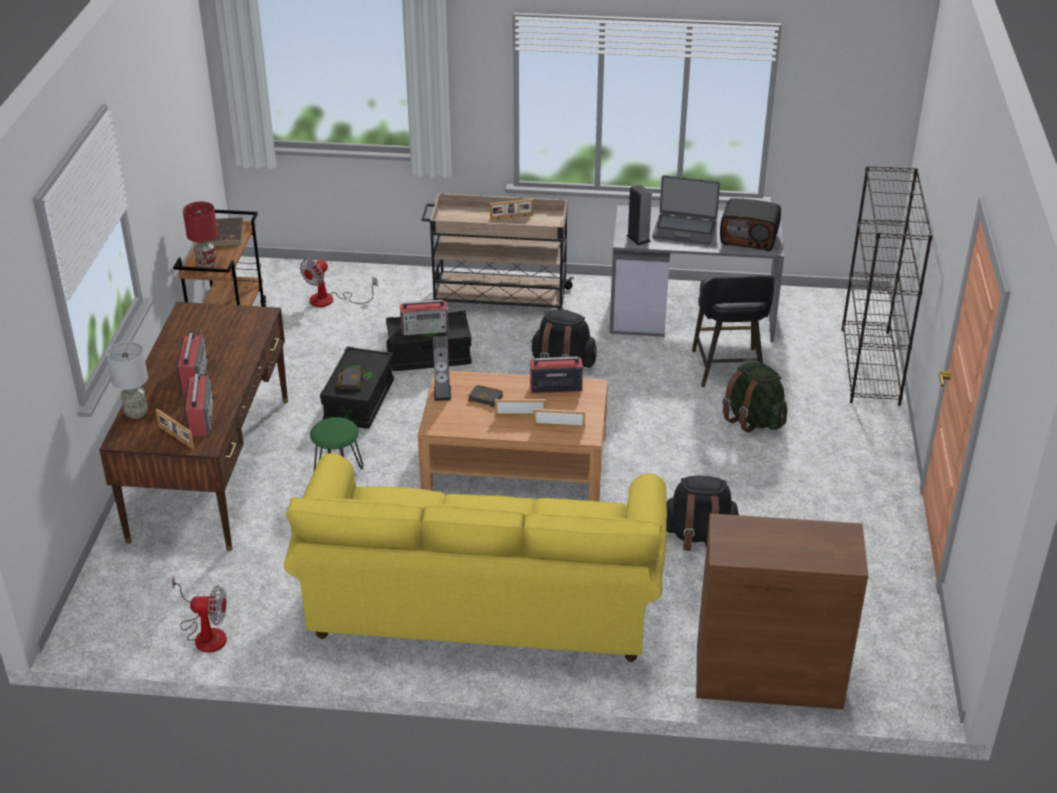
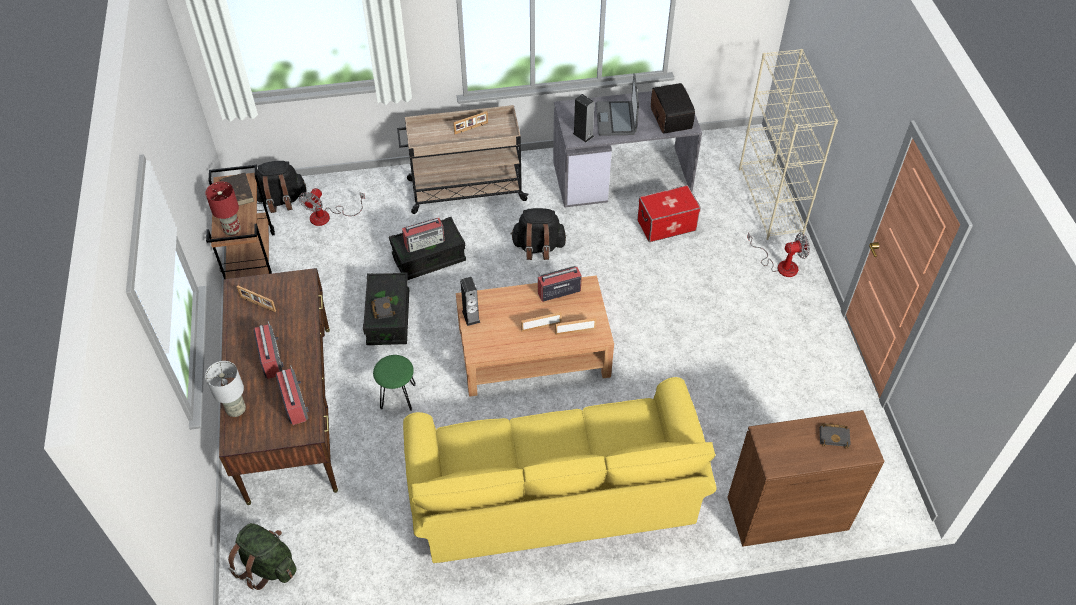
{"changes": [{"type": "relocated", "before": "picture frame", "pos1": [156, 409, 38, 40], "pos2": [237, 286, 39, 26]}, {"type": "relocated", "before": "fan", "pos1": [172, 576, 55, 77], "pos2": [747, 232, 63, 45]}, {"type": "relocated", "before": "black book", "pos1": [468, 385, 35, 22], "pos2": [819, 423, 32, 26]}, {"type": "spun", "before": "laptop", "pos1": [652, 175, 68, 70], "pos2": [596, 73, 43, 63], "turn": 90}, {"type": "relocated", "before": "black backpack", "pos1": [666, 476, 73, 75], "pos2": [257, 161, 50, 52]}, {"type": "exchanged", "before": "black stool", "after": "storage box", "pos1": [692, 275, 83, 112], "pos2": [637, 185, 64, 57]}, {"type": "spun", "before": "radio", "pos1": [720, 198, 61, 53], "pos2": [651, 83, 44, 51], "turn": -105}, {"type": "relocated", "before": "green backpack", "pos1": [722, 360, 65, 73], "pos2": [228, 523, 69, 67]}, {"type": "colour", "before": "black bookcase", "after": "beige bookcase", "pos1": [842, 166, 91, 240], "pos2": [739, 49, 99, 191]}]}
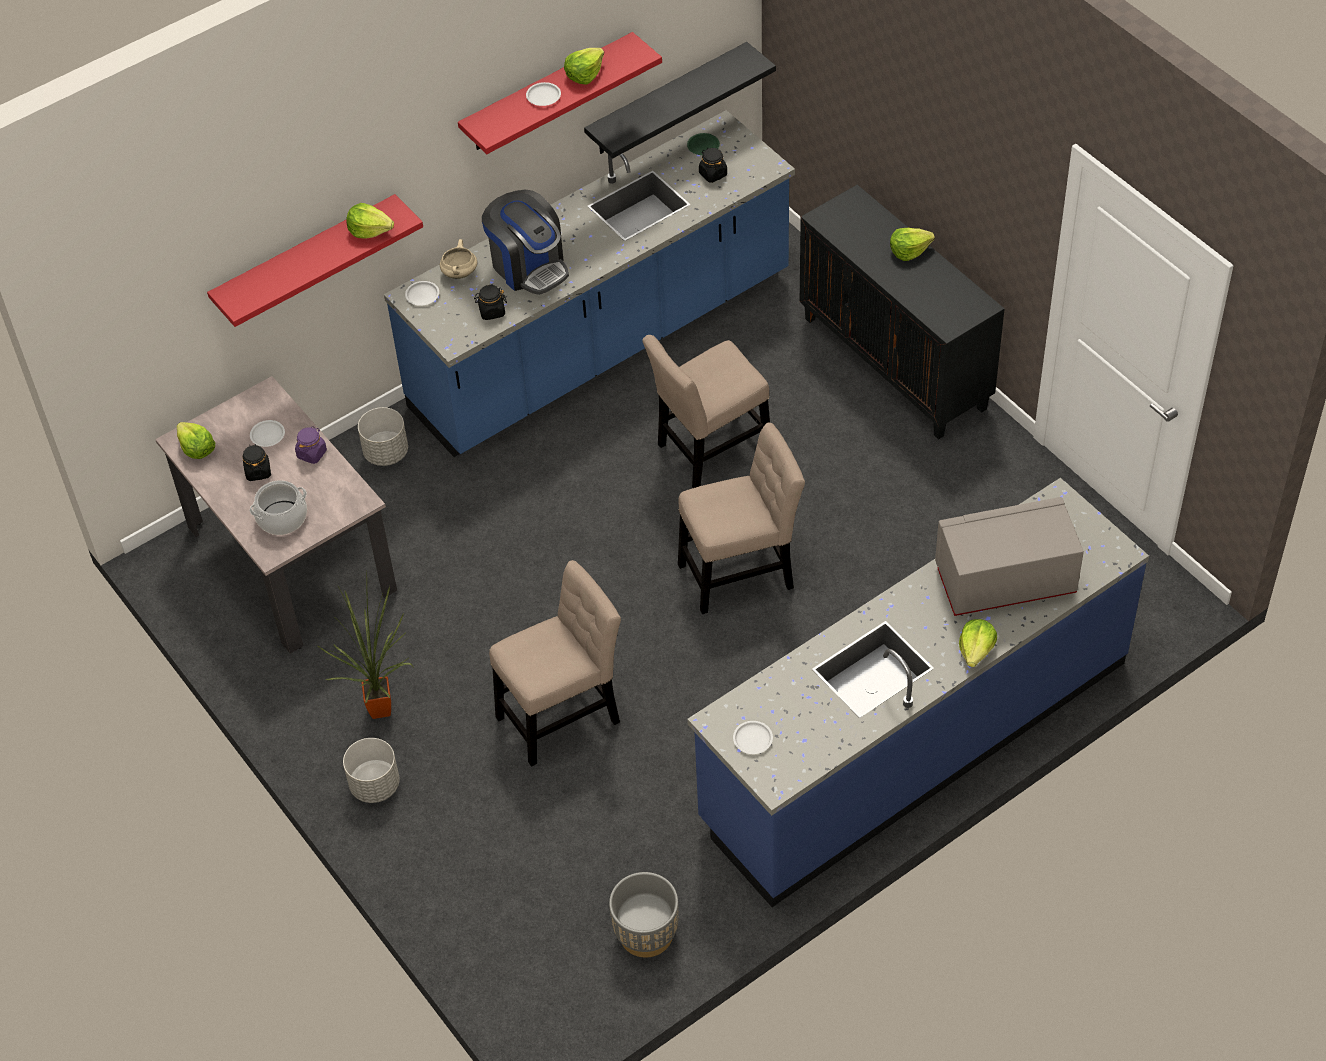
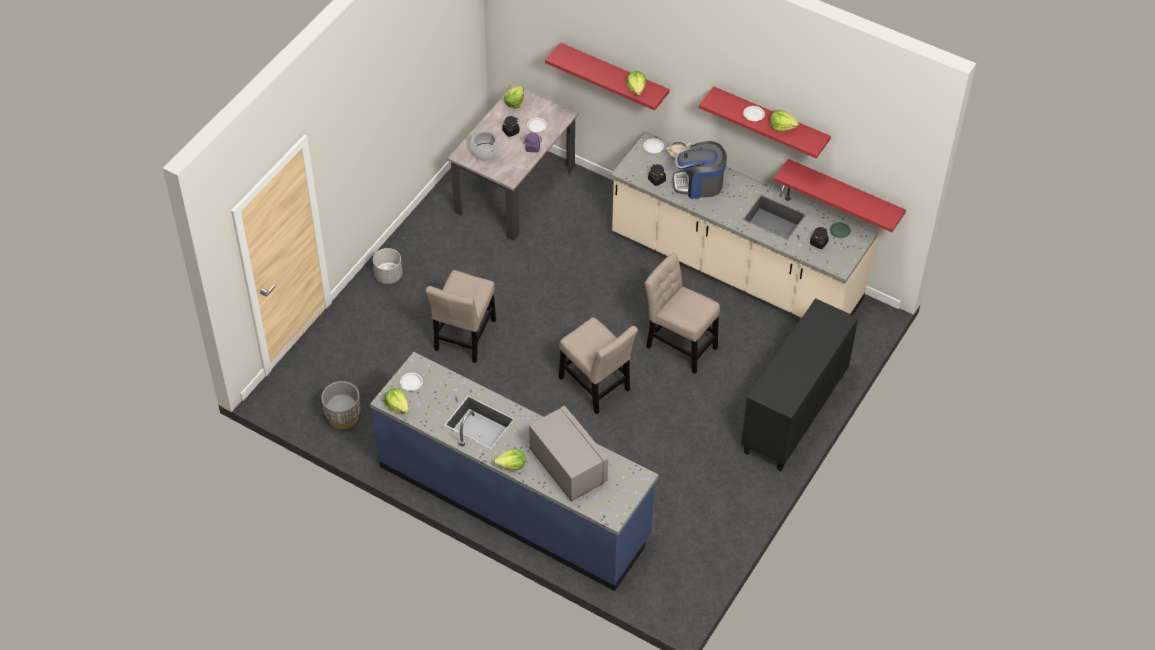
{"changes": [{"type": "missing", "before": "potted plant", "pos1": [318, 580, 96, 139]}, {"type": "missing", "before": "grey planter", "pos1": [358, 407, 50, 59]}, {"type": "colour", "before": "blue counter", "after": "beige counter", "pos1": [384, 110, 411, 347], "pos2": [611, 131, 267, 187]}, {"type": "spun", "before": "coffee machine", "pos1": [482, 190, 87, 105], "pos2": [673, 141, 54, 58], "turn": 60}, {"type": "spun", "before": "beige chair", "pos1": [489, 560, 132, 207], "pos2": [426, 270, 70, 93], "turn": 75}, {"type": "colour", "before": "black shelf", "after": "red shelf", "pos1": [584, 42, 192, 116], "pos2": [774, 159, 132, 73]}, {"type": "relocated", "before": "lettuce", "pos1": [890, 228, 45, 33], "pos2": [384, 388, 25, 25]}]}
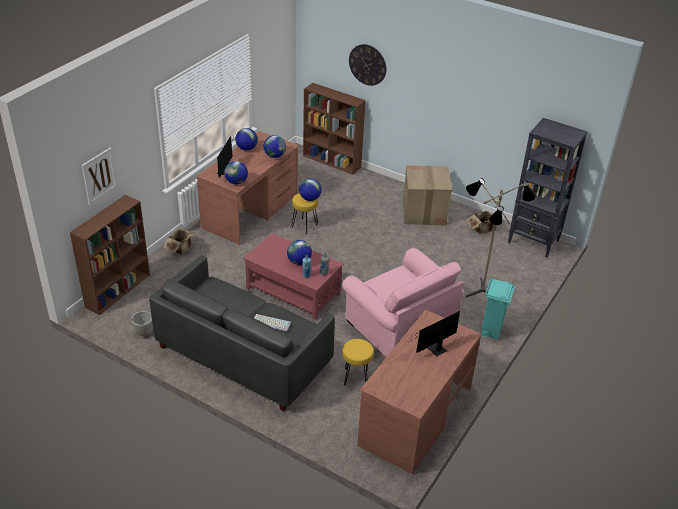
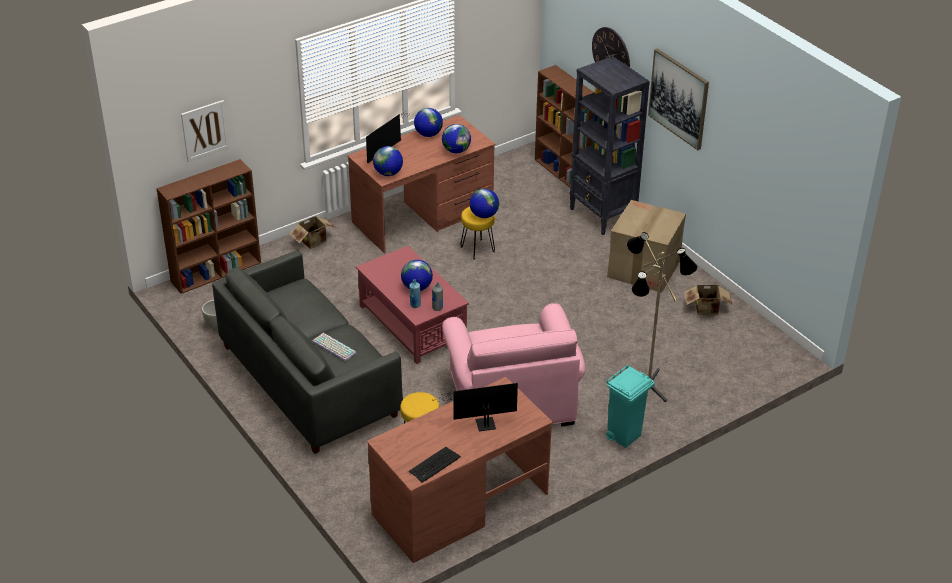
{"changes": [{"type": "relocated", "before": "black bookcase", "pos1": [508, 118, 79, 139], "pos2": [570, 56, 80, 179]}, {"type": "appeared", "after": "keyboard", "pos2": [408, 447, 53, 36]}, {"type": "appeared", "after": "picture", "pos2": [648, 48, 61, 102]}]}
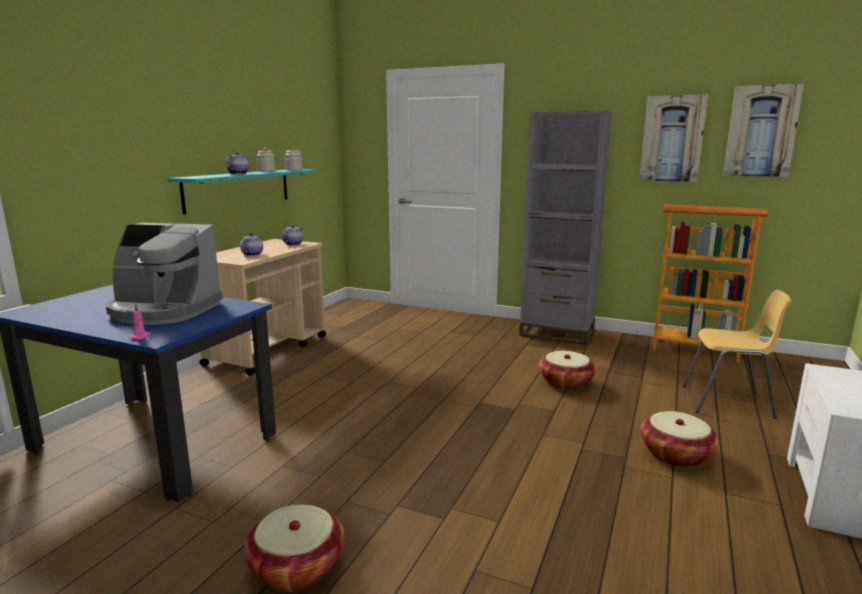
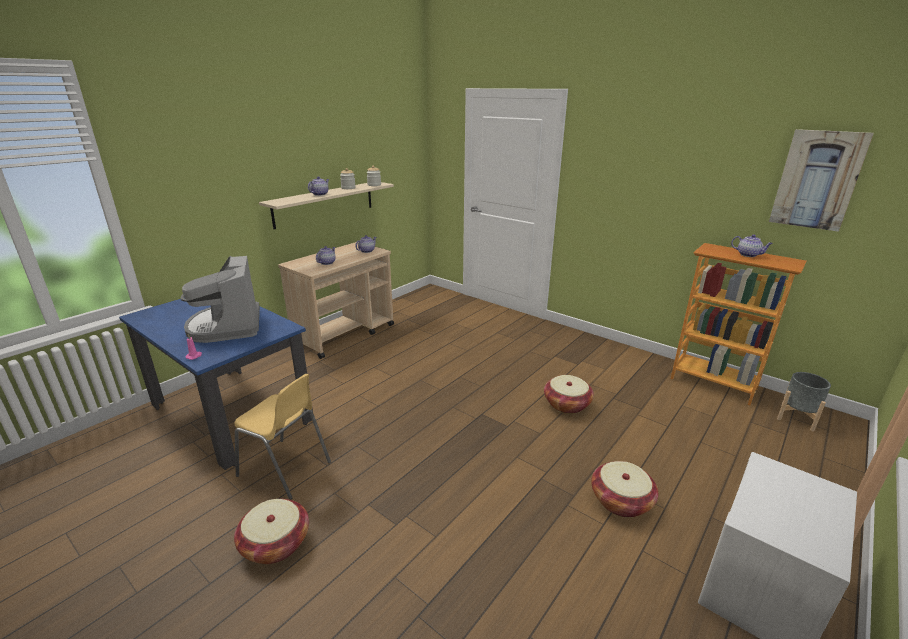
{"changes": [{"type": "spun", "before": "coffee machine", "pos1": [106, 223, 117, 102], "pos2": [181, 256, 79, 87], "turn": 45}, {"type": "colour", "before": "turquoise shelf", "after": "beige shelf", "pos1": [167, 169, 149, 45], "pos2": [259, 182, 135, 47]}, {"type": "missing", "before": "grey bookcase", "pos1": [519, 111, 93, 234]}, {"type": "missing", "before": "picture", "pos1": [639, 94, 69, 88]}, {"type": "relocated", "before": "yellow chair", "pos1": [682, 290, 109, 129], "pos2": [235, 374, 96, 126]}, {"type": "appeared", "after": "teapot", "pos2": [731, 235, 42, 22]}, {"type": "appeared", "after": "grey planter", "pos2": [777, 372, 54, 60]}]}
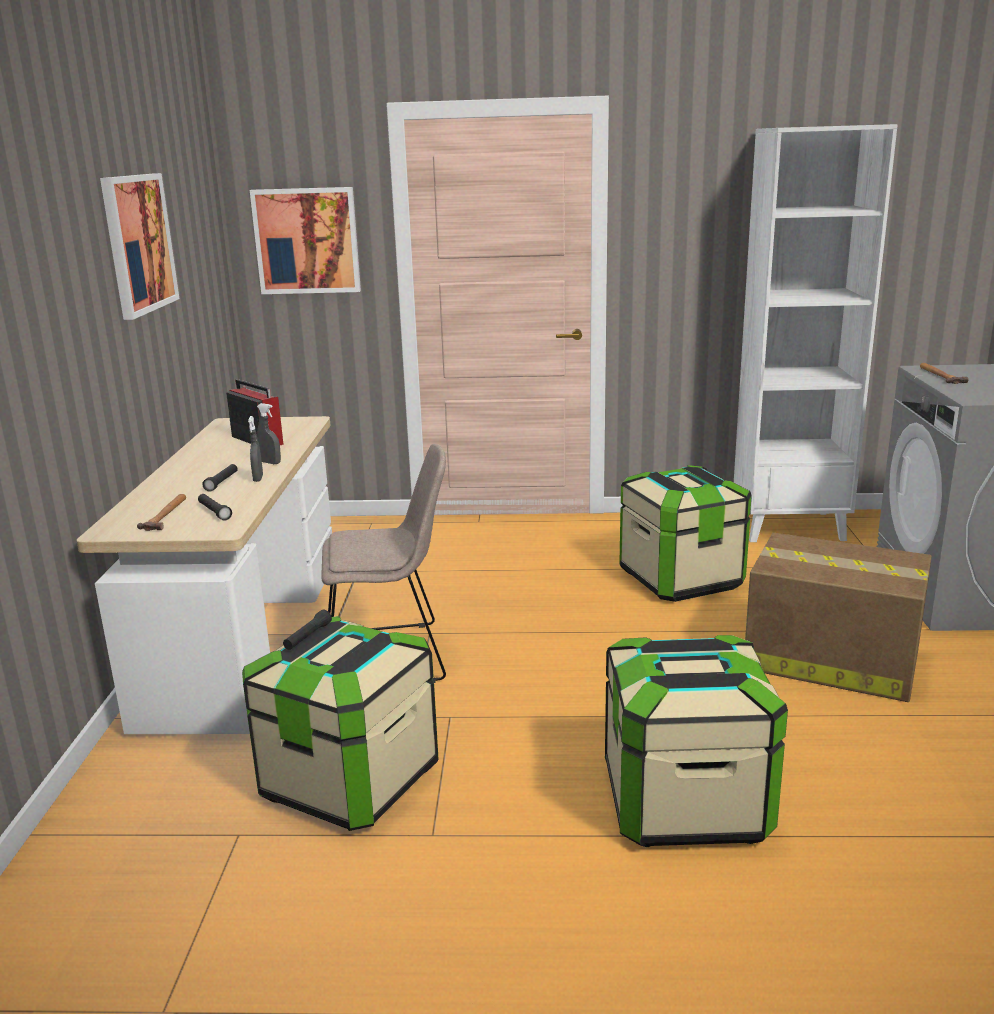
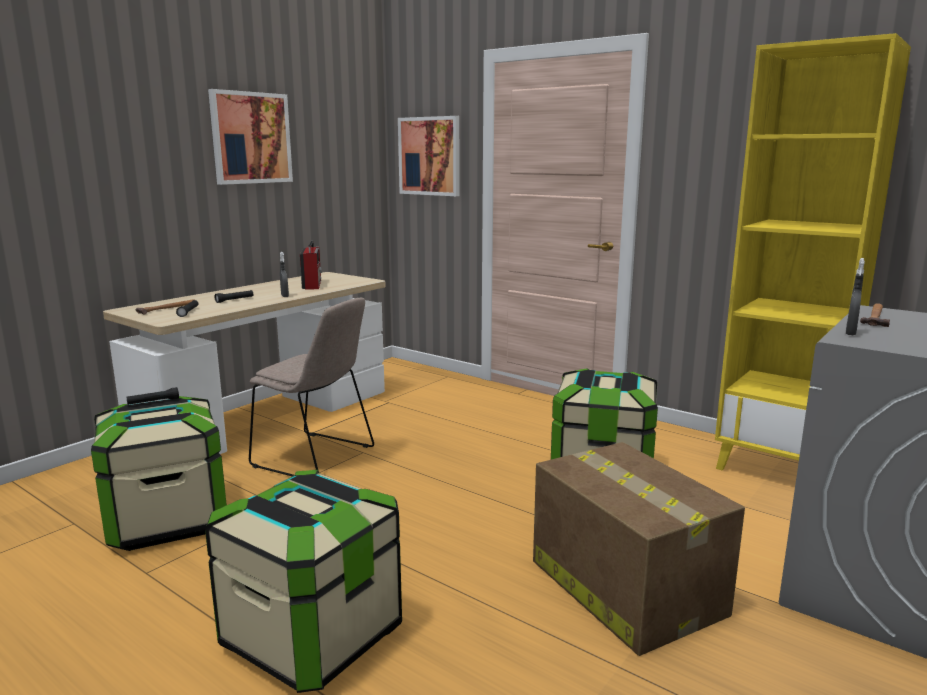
{"changes": [{"type": "relocated", "before": "grey spray bottle", "pos1": [248, 416, 15, 66], "pos2": [846, 258, 19, 77]}, {"type": "colour", "before": "white bookcase", "after": "yellow bookcase", "pos1": [734, 124, 164, 418], "pos2": [715, 33, 196, 437]}]}
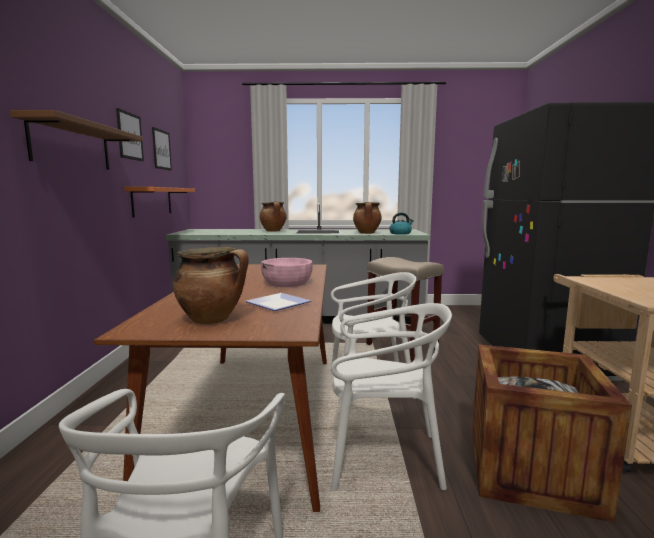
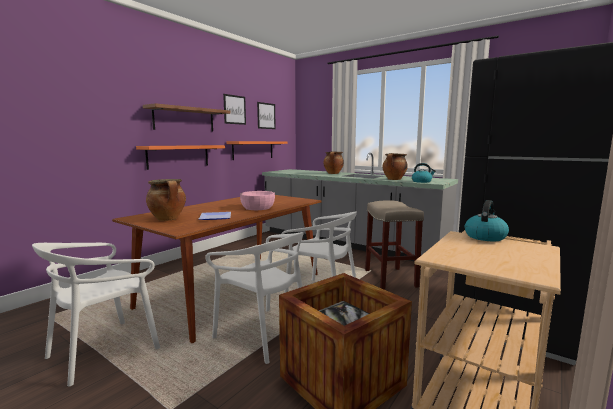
{"changes": [{"type": "appeared", "after": "orange shelf", "pos2": [136, 145, 89, 25]}, {"type": "appeared", "after": "kettle", "pos2": [465, 200, 44, 41]}]}
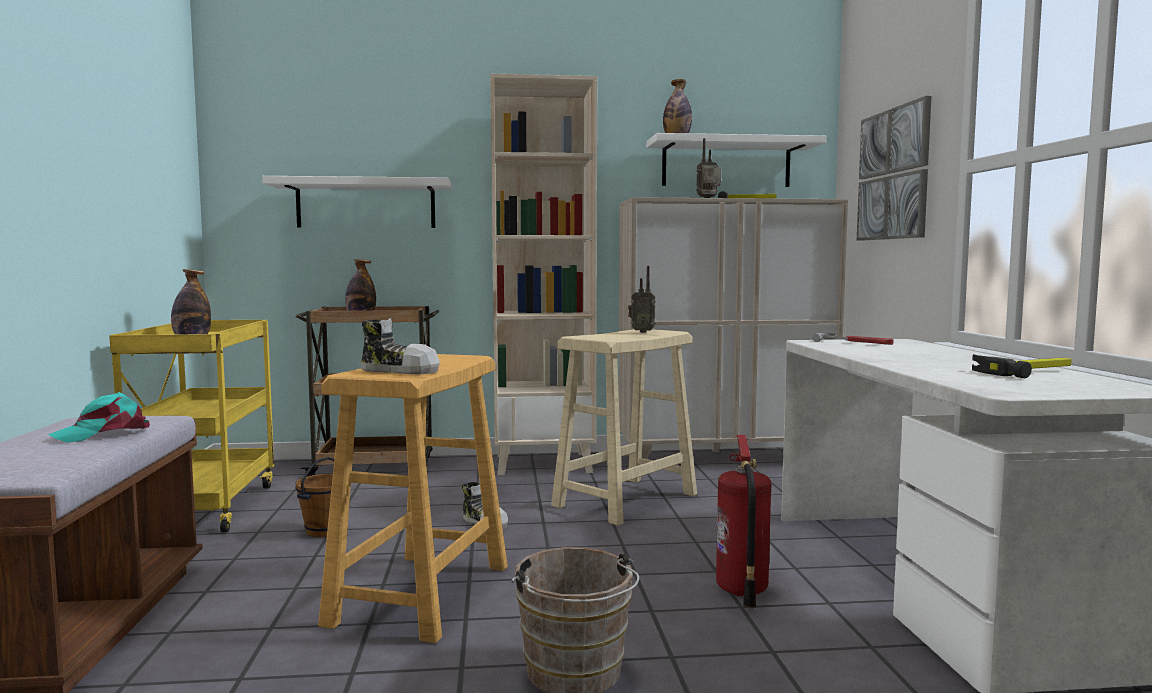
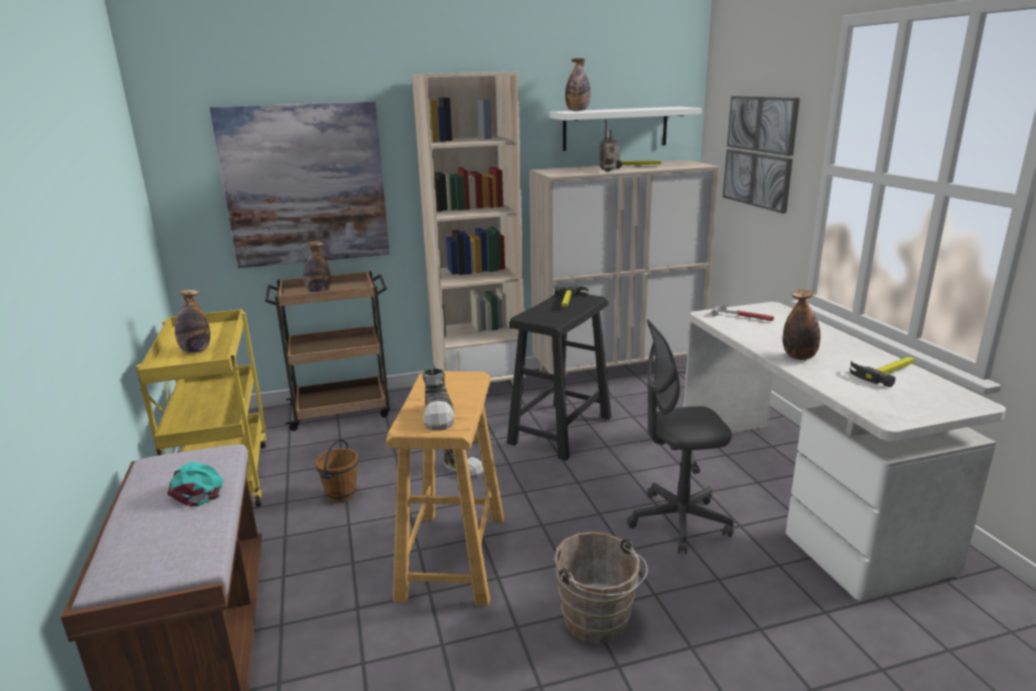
{"changes": [{"type": "spun", "before": "turquoise cap", "pos1": [48, 392, 102, 51], "pos2": [167, 462, 57, 45], "turn": 120}, {"type": "exchanged", "before": "white shelf", "after": "picture", "pos1": [262, 176, 190, 52], "pos2": [210, 102, 180, 166]}, {"type": "spun", "before": "shoe", "pos1": [361, 318, 79, 56], "pos2": [422, 369, 33, 62], "turn": 75}, {"type": "colour", "before": "beige stool", "after": "black stool", "pos1": [551, 329, 146, 197], "pos2": [507, 293, 105, 168]}, {"type": "exchanged", "before": "radio", "after": "hammer", "pos1": [628, 266, 28, 67], "pos2": [555, 286, 33, 21]}, {"type": "exchanged", "before": "fire extinguisher", "after": "grey office chair", "pos1": [716, 435, 55, 173], "pos2": [627, 320, 107, 234]}, {"type": "appeared", "after": "bottle", "pos2": [783, 290, 38, 70]}]}
